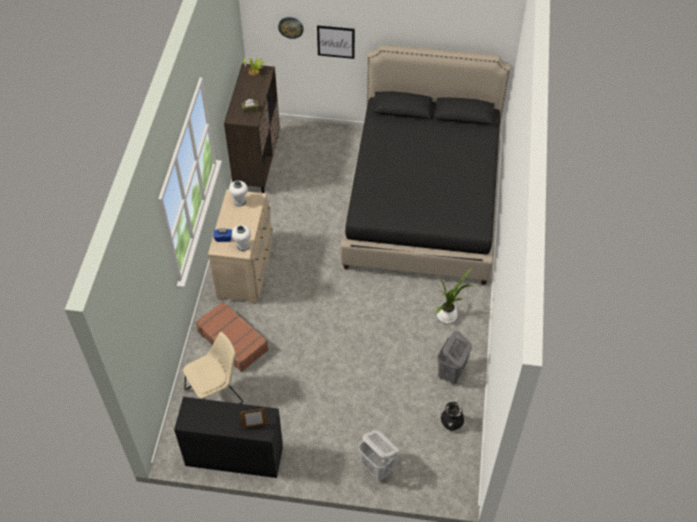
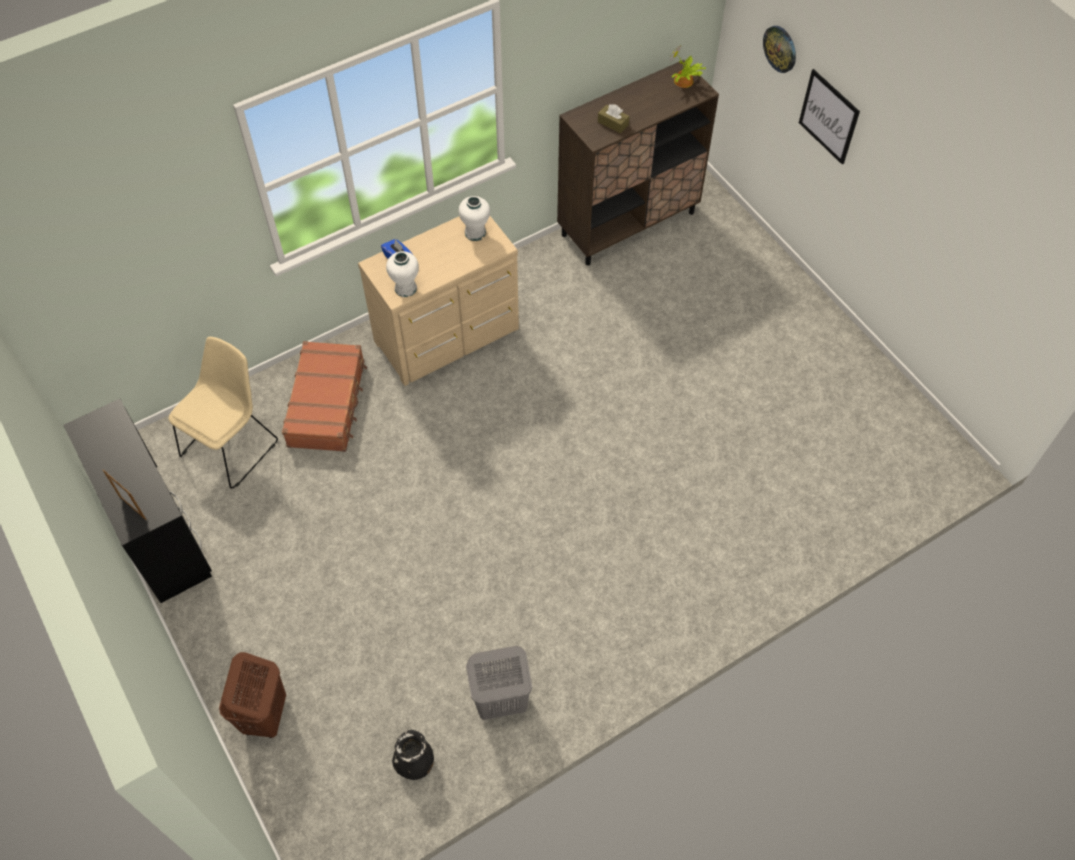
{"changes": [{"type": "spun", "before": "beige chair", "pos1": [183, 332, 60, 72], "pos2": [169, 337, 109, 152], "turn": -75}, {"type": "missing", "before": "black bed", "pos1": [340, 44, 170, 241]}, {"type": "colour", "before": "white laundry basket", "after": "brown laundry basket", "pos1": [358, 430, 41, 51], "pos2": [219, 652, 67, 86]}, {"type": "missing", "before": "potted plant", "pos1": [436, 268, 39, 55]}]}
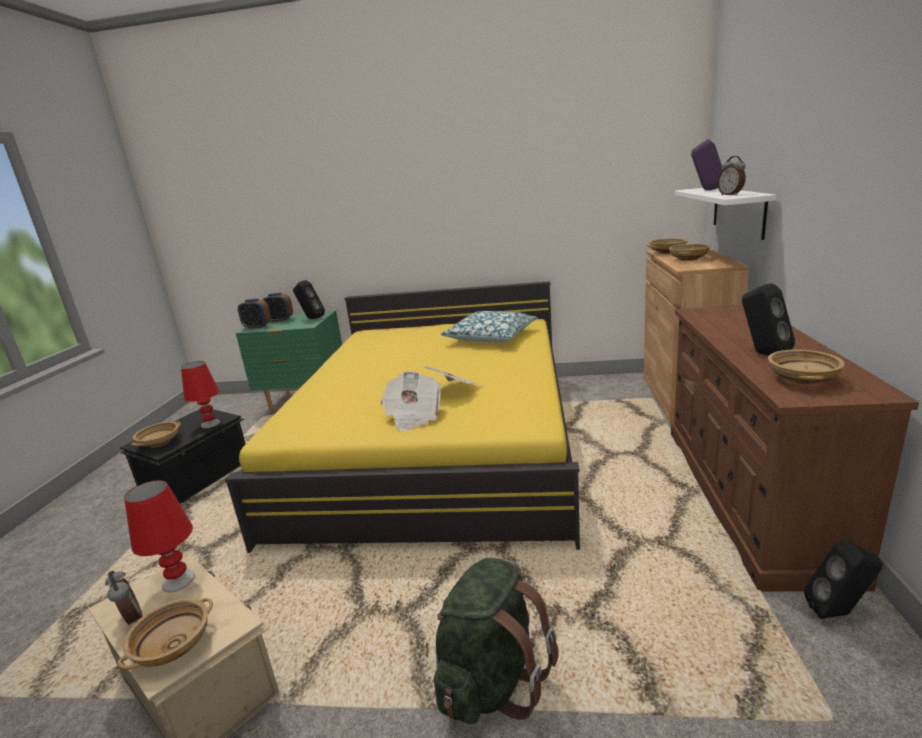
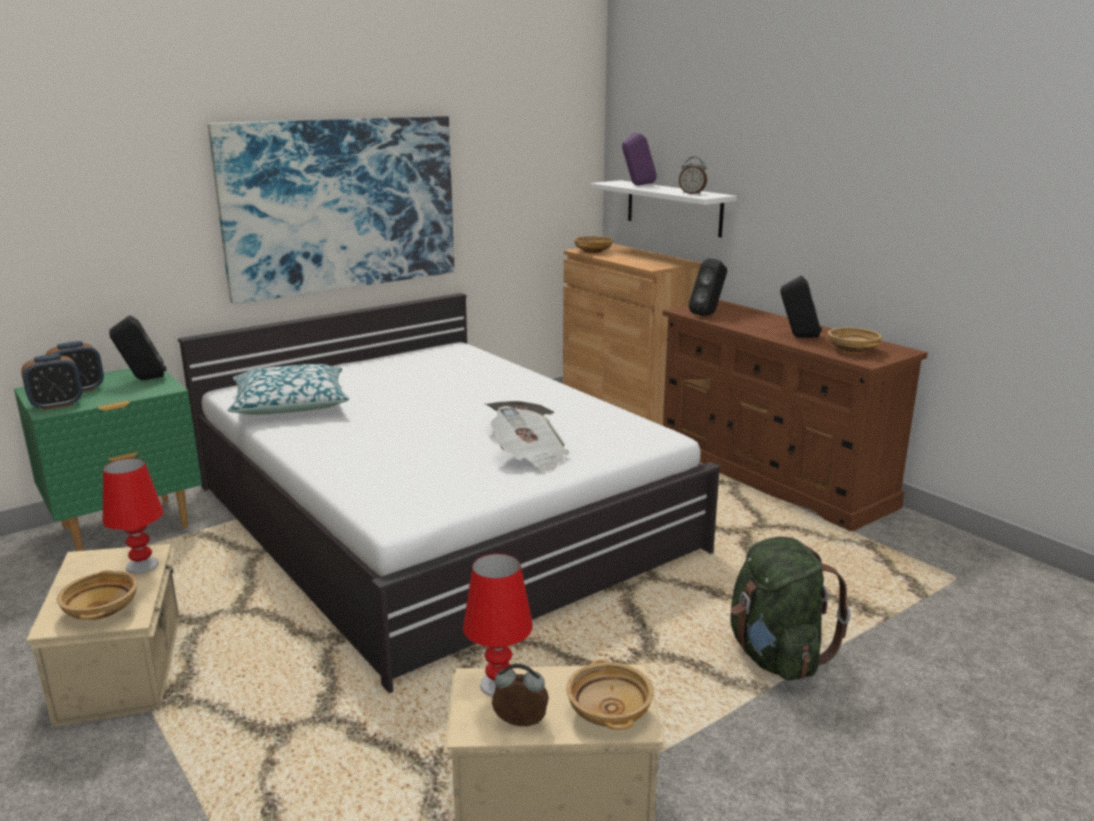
{"changes": [{"type": "colour", "before": "black storage box", "after": "beige storage box", "pos1": [120, 409, 126, 95], "pos2": [26, 544, 154, 183]}, {"type": "colour", "before": "yellow bed", "after": "white bed", "pos1": [224, 281, 356, 272], "pos2": [178, 293, 543, 400]}, {"type": "relocated", "before": "pillow", "pos1": [441, 311, 97, 31], "pos2": [228, 364, 121, 51]}, {"type": "missing", "before": "beige bowl", "pos1": [669, 244, 41, 17]}, {"type": "relocated", "before": "black speaker", "pos1": [804, 540, 78, 79], "pos2": [689, 258, 38, 58]}, {"type": "appeared", "after": "picture", "pos2": [208, 116, 247, 188]}]}
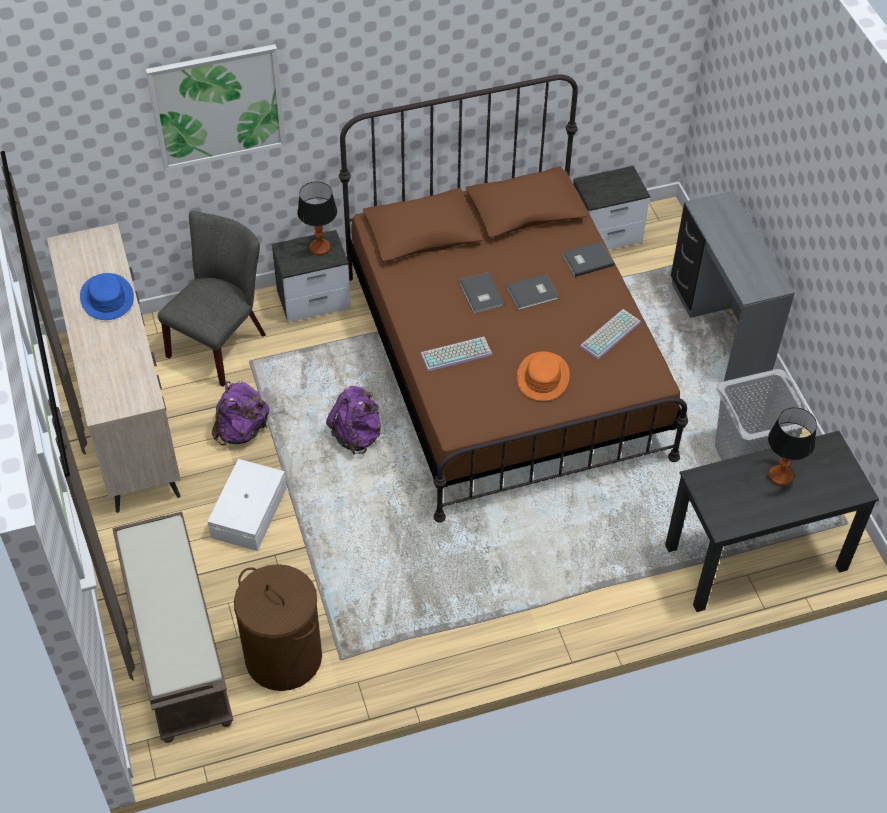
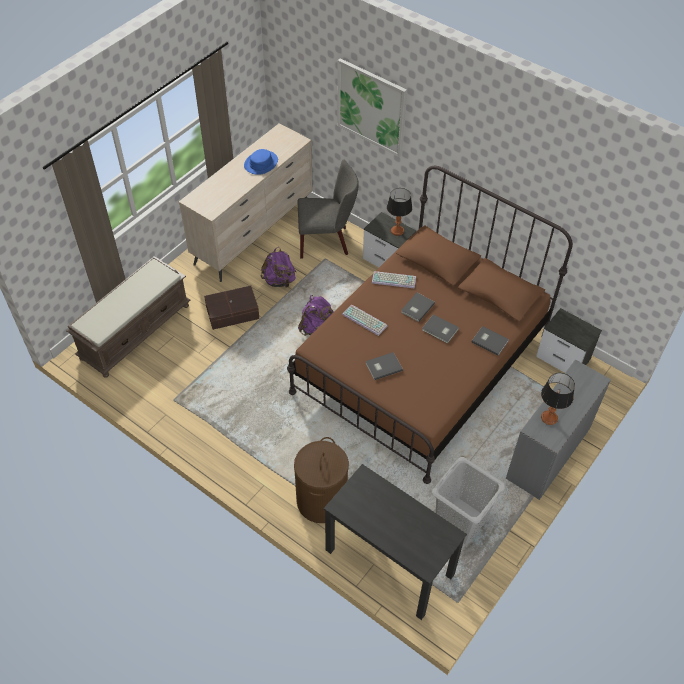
{"changes": [{"type": "colour", "before": "white storage box", "after": "brown storage box", "pos1": [207, 459, 80, 92], "pos2": [204, 286, 56, 44]}, {"type": "relocated", "before": "brown laundry basket", "pos1": [234, 564, 88, 127], "pos2": [294, 437, 55, 86]}, {"type": "exchanged", "before": "orange hat", "after": "grey book", "pos1": [517, 352, 53, 49], "pos2": [365, 352, 38, 28]}, {"type": "relocated", "before": "keyboard", "pos1": [580, 309, 61, 50], "pos2": [372, 271, 44, 18]}, {"type": "relocated", "before": "table lamp", "pos1": [768, 407, 49, 79], "pos2": [541, 373, 34, 52]}]}
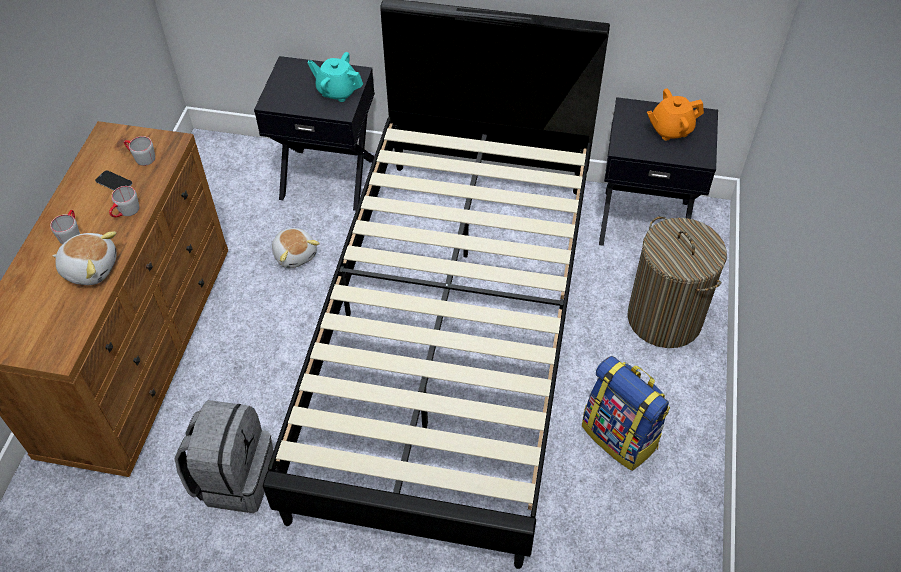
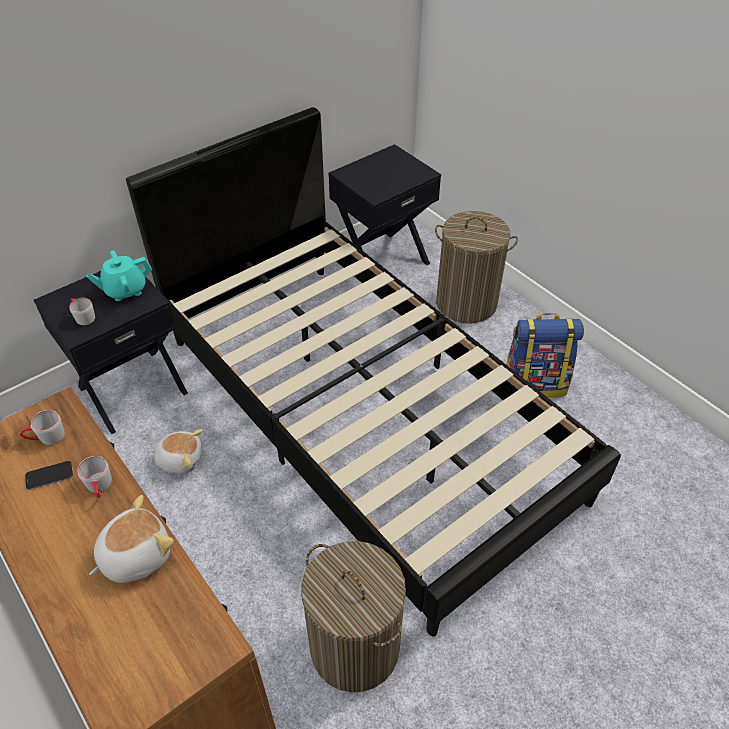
{"changes": [{"type": "relocated", "before": "grey mug", "pos1": [51, 210, 29, 34], "pos2": [69, 298, 26, 27]}, {"type": "exchanged", "before": "grey backpack", "after": "laundry basket", "pos1": [175, 400, 99, 113], "pos2": [302, 541, 104, 151]}, {"type": "missing", "before": "orange teapot", "pos1": [647, 88, 57, 53]}]}
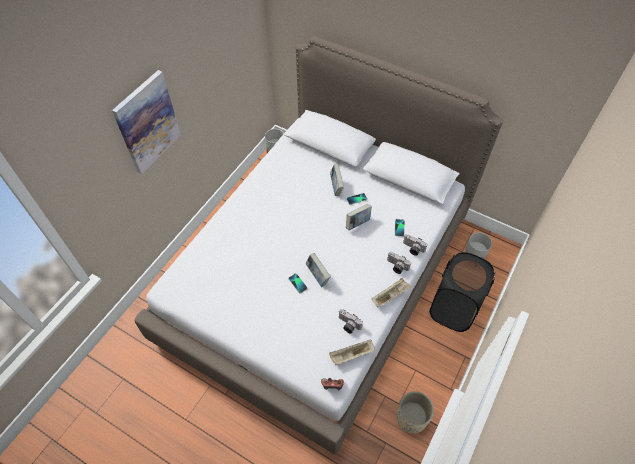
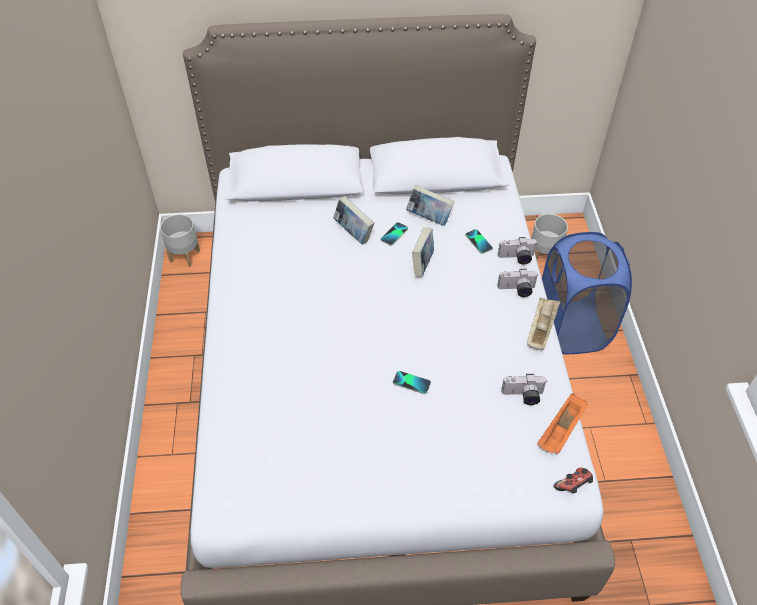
{"changes": [{"type": "missing", "before": "picture", "pos1": [112, 70, 69, 104]}, {"type": "relocated", "before": "book", "pos1": [306, 253, 25, 34], "pos2": [406, 185, 48, 41]}, {"type": "colour", "before": "beige tray", "after": "orange tray", "pos1": [329, 339, 46, 26], "pos2": [537, 394, 51, 60]}, {"type": "missing", "before": "beige planter", "pos1": [397, 392, 37, 42]}, {"type": "colour", "before": "black laundry basket", "after": "blue laundry basket", "pos1": [429, 252, 66, 80], "pos2": [542, 232, 90, 122]}]}
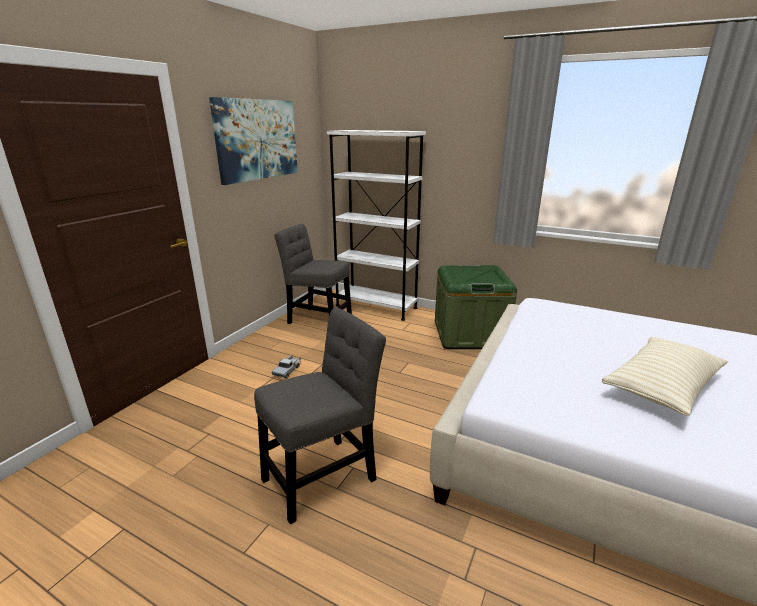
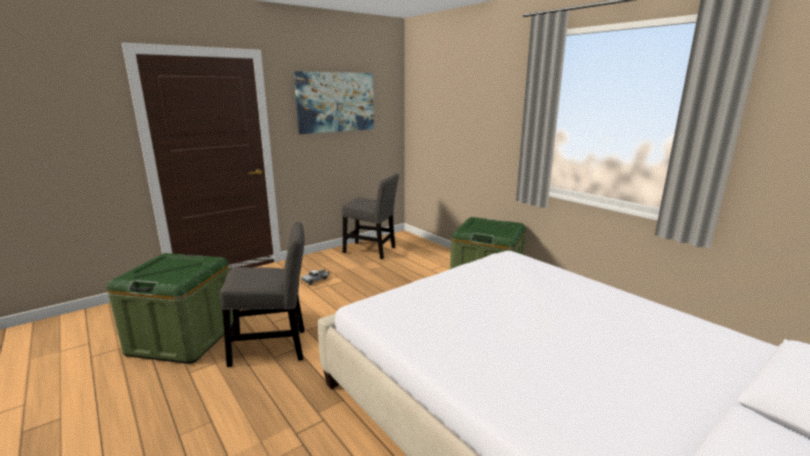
{"changes": [{"type": "spun", "before": "grey chair", "pos1": [274, 224, 78, 100], "pos2": [342, 173, 57, 86], "turn": 150}, {"type": "missing", "before": "white bookcase", "pos1": [327, 130, 99, 191]}, {"type": "missing", "before": "beige pillow", "pos1": [602, 337, 126, 79]}, {"type": "appeared", "after": "green storage box", "pos2": [107, 253, 126, 111]}]}
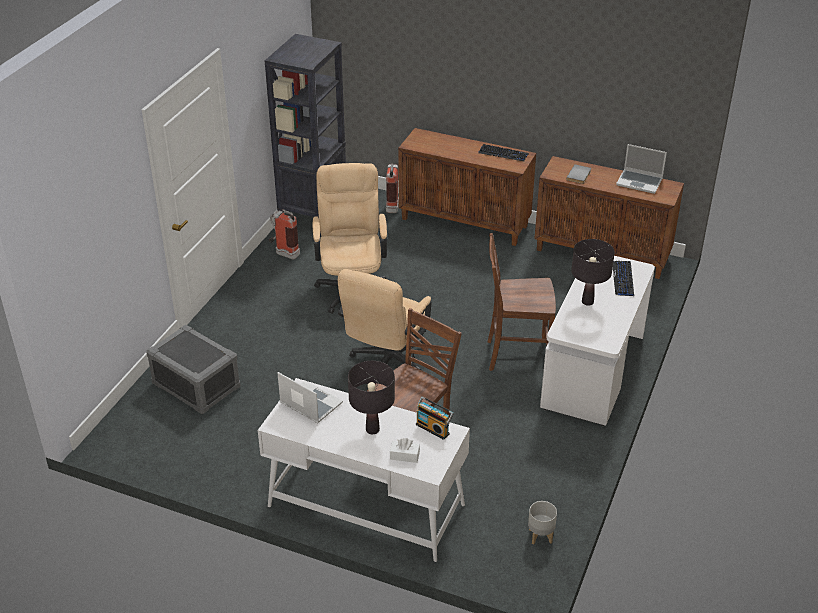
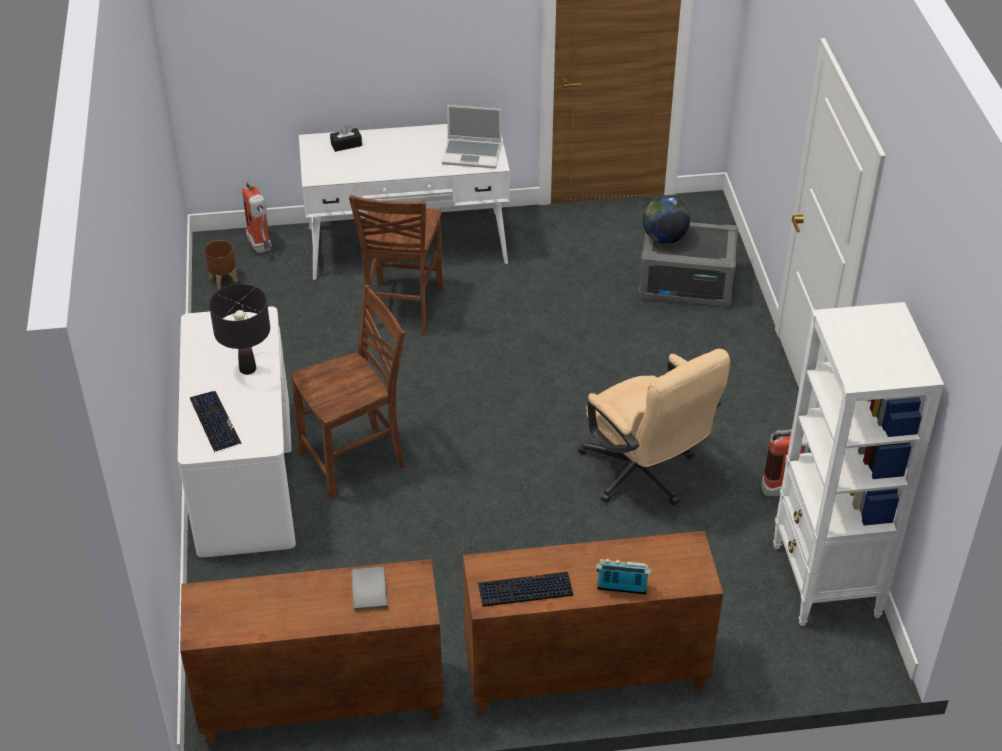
{"changes": [{"type": "colour", "before": "black bookcase", "after": "white bookcase", "pos1": [265, 34, 81, 201], "pos2": [773, 302, 171, 324]}, {"type": "missing", "before": "beige office chair", "pos1": [338, 269, 94, 115]}, {"type": "missing", "before": "black table lamp", "pos1": [348, 361, 47, 73]}, {"type": "relocated", "before": "fire extinguisher", "pos1": [386, 163, 13, 50], "pos2": [242, 180, 30, 73]}, {"type": "colour", "before": "white tissue box", "after": "black tissue box", "pos1": [390, 438, 30, 25], "pos2": [330, 125, 32, 27]}, {"type": "relocated", "before": "radio", "pos1": [416, 397, 38, 43], "pos2": [596, 559, 56, 35]}, {"type": "colour", "before": "grey planter", "after": "brown planter", "pos1": [528, 501, 29, 44], "pos2": [204, 240, 33, 49]}, {"type": "missing", "before": "laptop", "pos1": [616, 144, 51, 50]}, {"type": "appeared", "after": "globe", "pos2": [643, 196, 47, 48]}]}
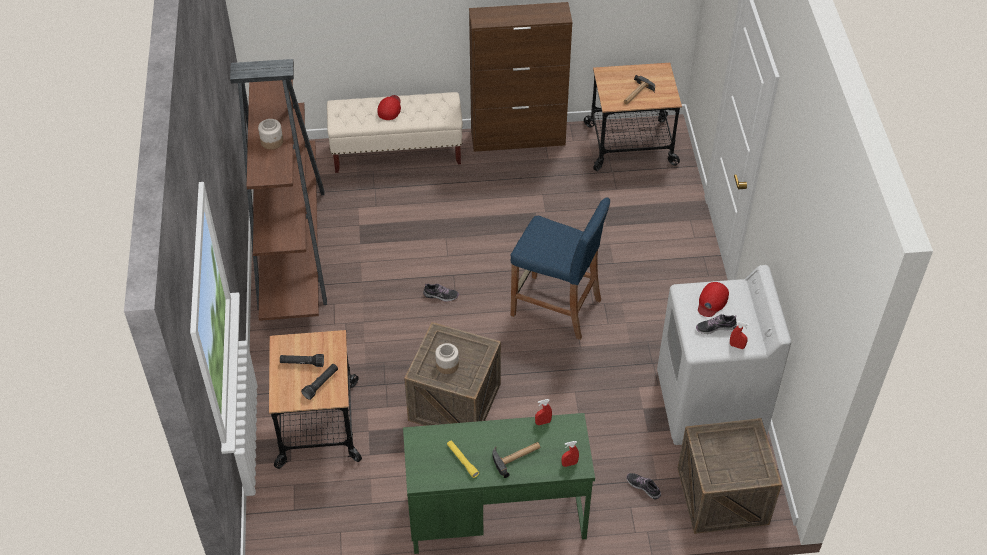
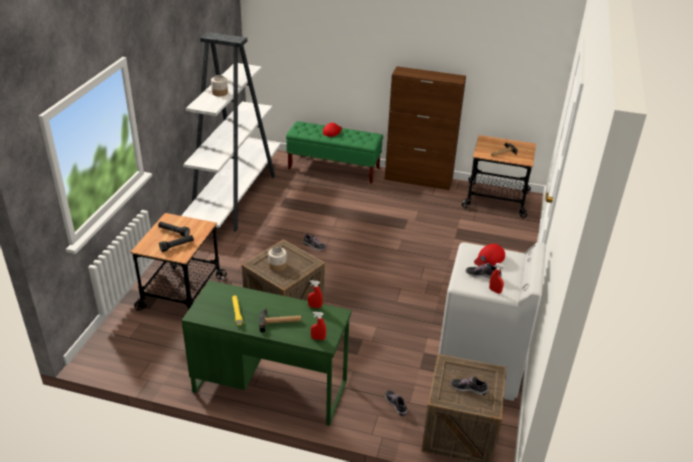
{"changes": [{"type": "colour", "before": "brown bookcase", "after": "white bookcase", "pos1": [230, 59, 97, 262], "pos2": [181, 32, 100, 200]}, {"type": "colour", "before": "beige bench", "after": "green bench", "pos1": [327, 92, 136, 81], "pos2": [286, 121, 97, 62]}, {"type": "missing", "before": "blue stool", "pos1": [511, 197, 99, 143]}, {"type": "appeared", "after": "shoe", "pos2": [450, 377, 38, 18]}]}
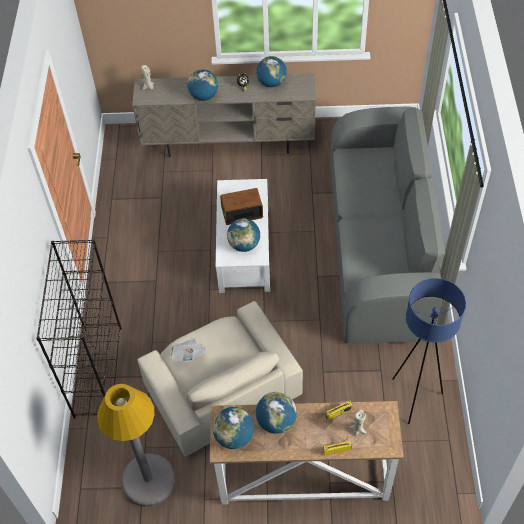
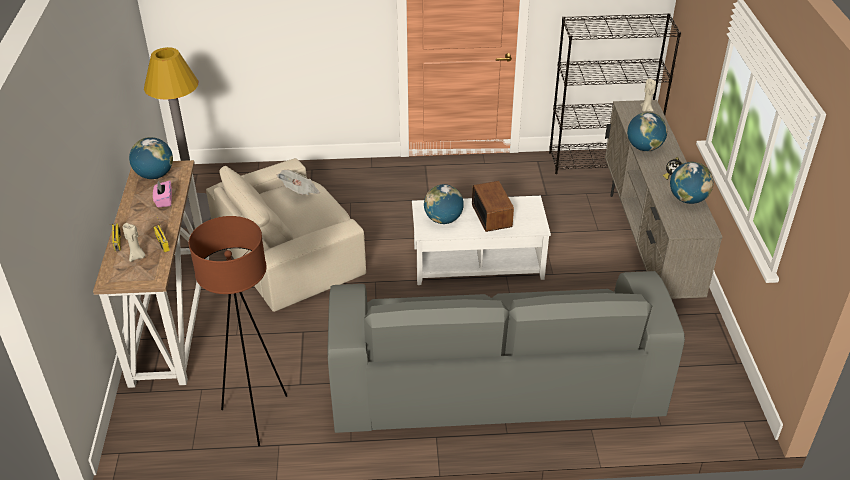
{"changes": [{"type": "relocated", "before": "black bookcase", "pos1": [36, 239, 86, 180], "pos2": [549, 13, 132, 161]}, {"type": "exchanged", "before": "globe", "after": "pink tissue box", "pos1": [256, 392, 41, 42], "pos2": [153, 180, 19, 27]}, {"type": "colour", "before": "blue floor lamp", "after": "brown floor lamp", "pos1": [393, 278, 73, 146], "pos2": [189, 216, 99, 230]}]}
